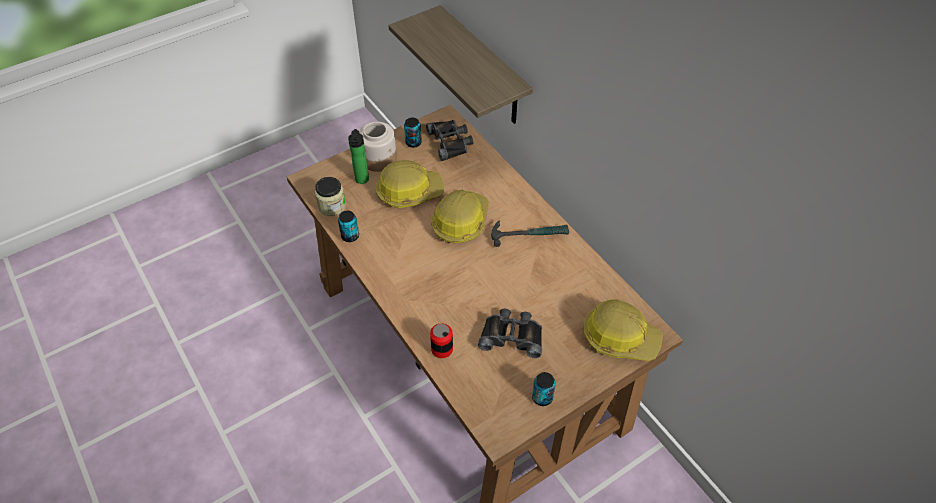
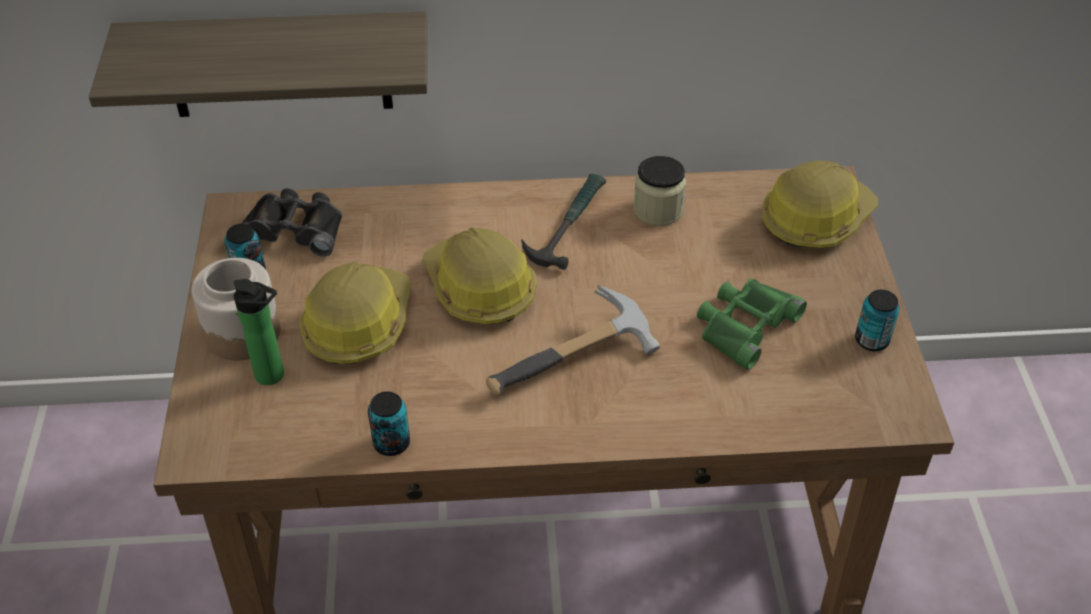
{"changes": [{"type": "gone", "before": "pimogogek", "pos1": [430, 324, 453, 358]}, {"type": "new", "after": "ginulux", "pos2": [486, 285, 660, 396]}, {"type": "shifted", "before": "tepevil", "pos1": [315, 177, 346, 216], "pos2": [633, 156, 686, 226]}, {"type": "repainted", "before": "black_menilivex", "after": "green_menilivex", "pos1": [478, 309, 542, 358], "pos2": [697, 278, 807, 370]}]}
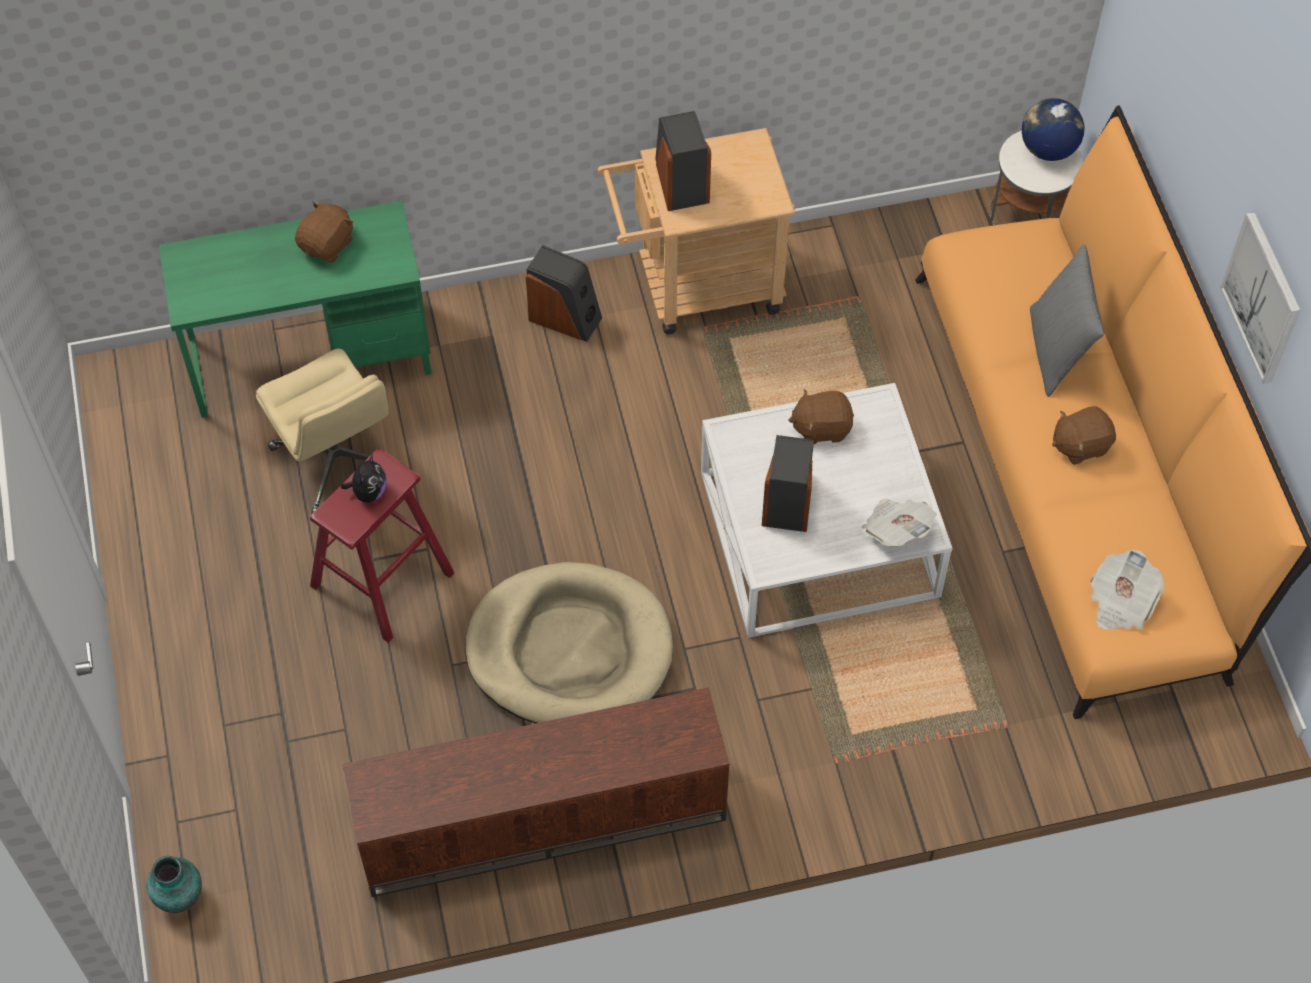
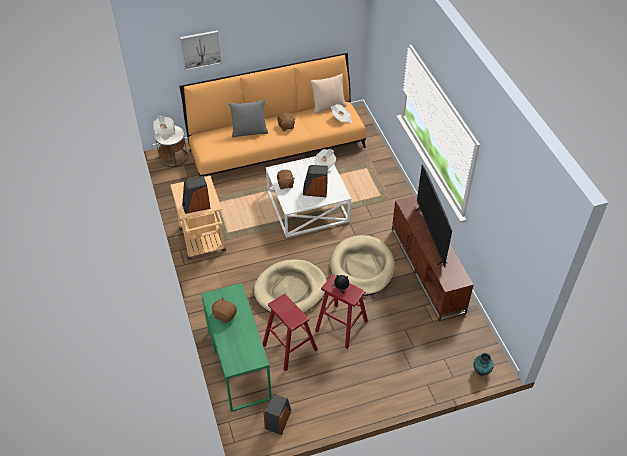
{"changes": [{"type": "new", "after": "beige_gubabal", "pos2": [254, 259, 327, 313]}, {"type": "new", "after": "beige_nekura", "pos2": [310, 74, 347, 114]}, {"type": "new", "after": "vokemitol", "pos2": [415, 164, 452, 267]}, {"type": "shifted", "before": "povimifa", "pos1": [526, 245, 602, 342], "pos2": [263, 394, 291, 435]}, {"type": "shifted", "before": "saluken", "pos1": [1220, 212, 1300, 383], "pos2": [180, 30, 222, 71]}, {"type": "swapped", "before": "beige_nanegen", "after": "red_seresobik", "pos1": [256, 348, 389, 514], "pos2": [263, 294, 318, 372]}, {"type": "swapped", "before": "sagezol", "after": "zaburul", "pos1": [1022, 98, 1084, 161], "pos2": [153, 116, 176, 140]}]}
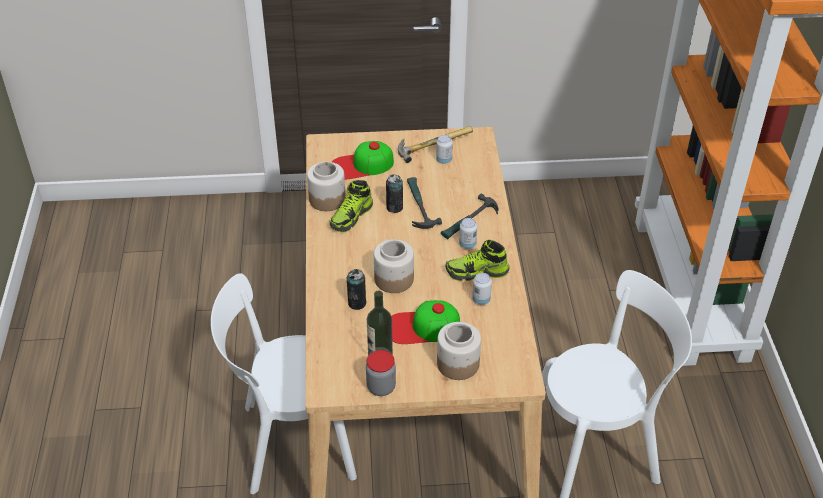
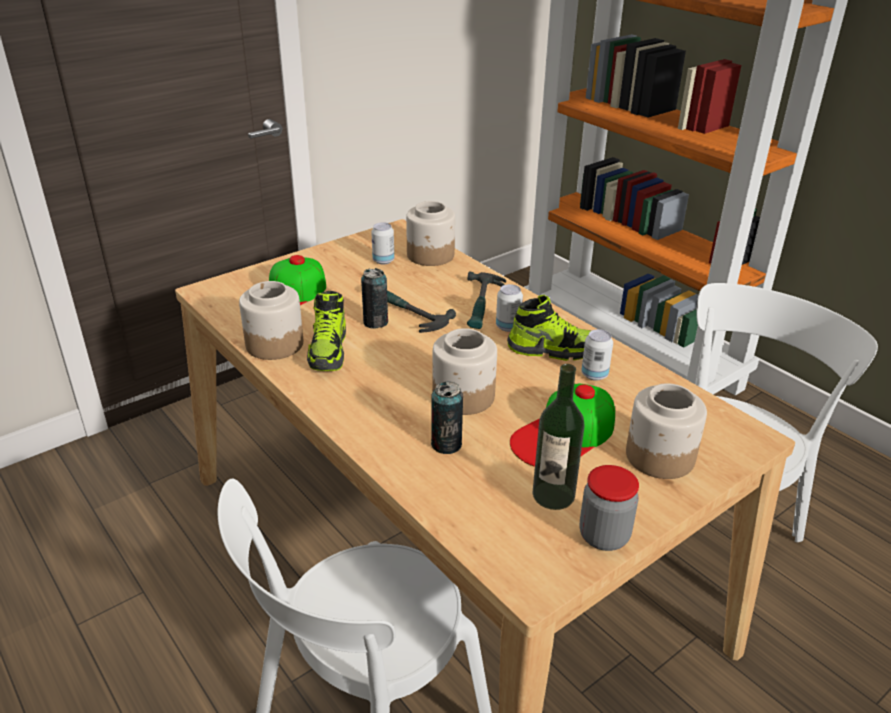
{"changes": [{"type": "gone", "before": "ginulux", "pos1": [398, 126, 473, 163]}, {"type": "new", "after": "tepevil", "pos2": [406, 201, 455, 266]}, {"type": "rotated", "before": "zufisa", "pos1": [445, 240, 509, 281], "pos2": [507, 295, 591, 361], "turn": -135}]}
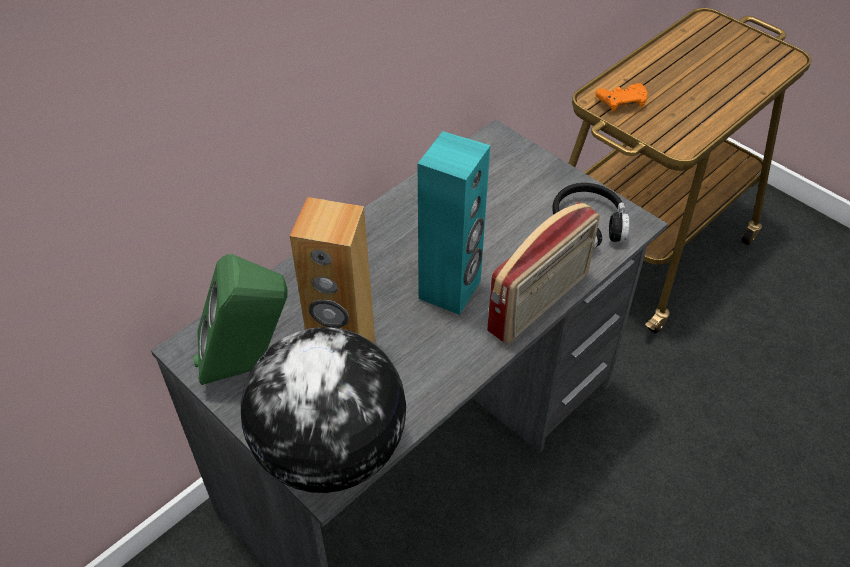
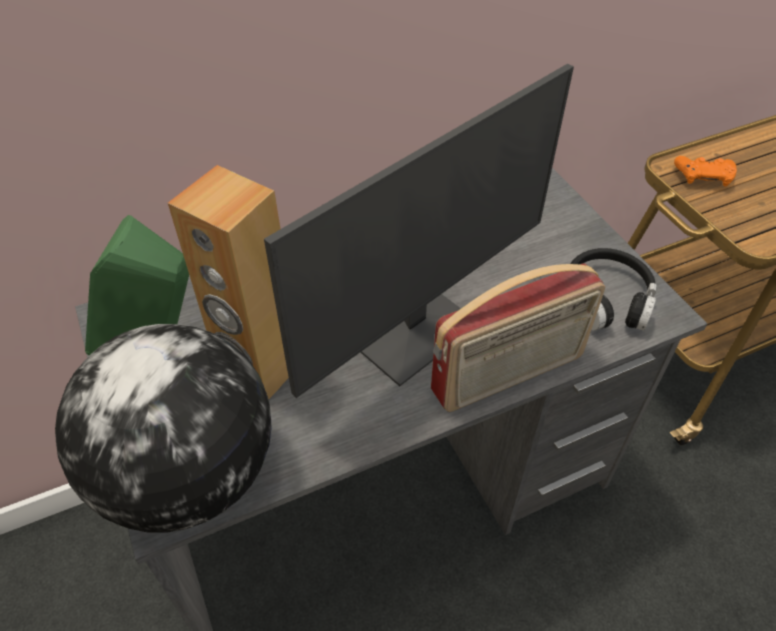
{"changes": [{"type": "swapped", "before": "turquoise_povimifa", "after": "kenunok", "pos1": [418, 131, 490, 315], "pos2": [264, 64, 574, 398]}]}
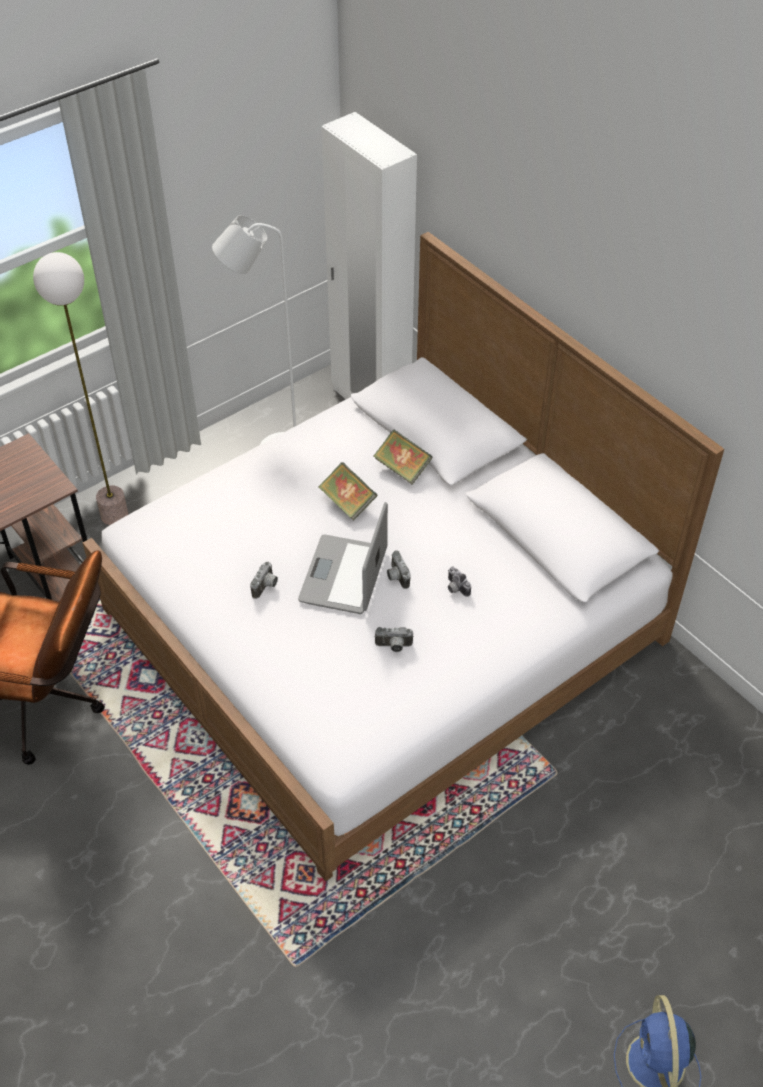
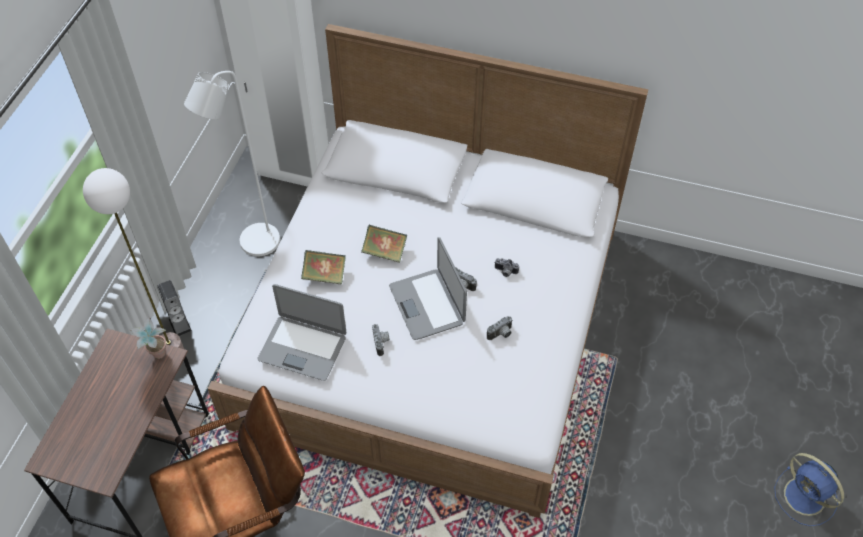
{"changes": [{"type": "new", "after": "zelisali", "pos2": [130, 316, 166, 359]}, {"type": "new", "after": "povimifa", "pos2": [157, 280, 192, 336]}, {"type": "new", "after": "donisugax", "pos2": [257, 284, 346, 381]}, {"type": "shifted", "before": "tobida", "pos1": [374, 430, 433, 485], "pos2": [301, 250, 346, 285]}]}
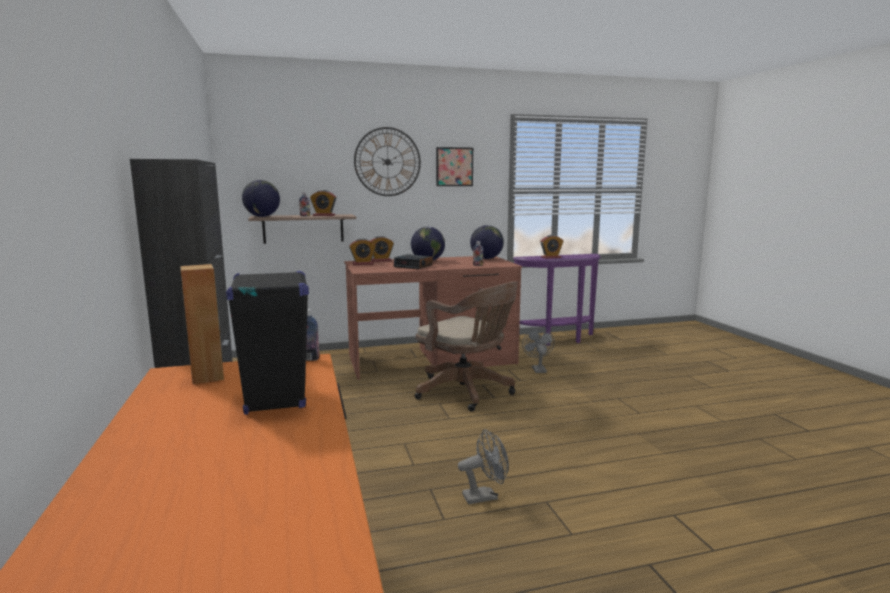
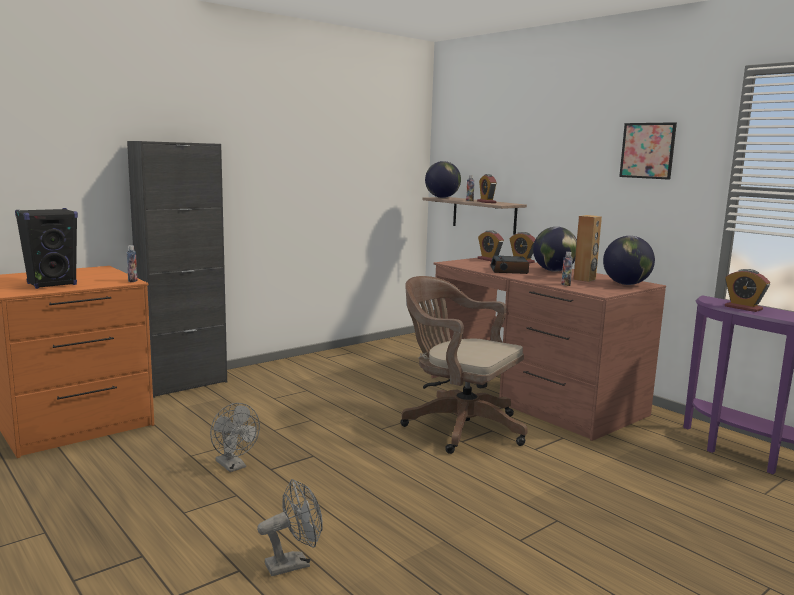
{"changes": [{"type": "gone", "before": "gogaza", "pos1": [354, 127, 421, 196]}, {"type": "shifted", "before": "brown_povimifa", "pos1": [180, 264, 224, 384], "pos2": [573, 215, 602, 282]}, {"type": "shifted", "before": "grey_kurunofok", "pos1": [522, 328, 555, 373], "pos2": [257, 479, 323, 576]}, {"type": "rotated", "before": "brown_nanegen", "pos1": [415, 281, 518, 412], "pos2": [400, 276, 528, 454], "turn": 105}]}
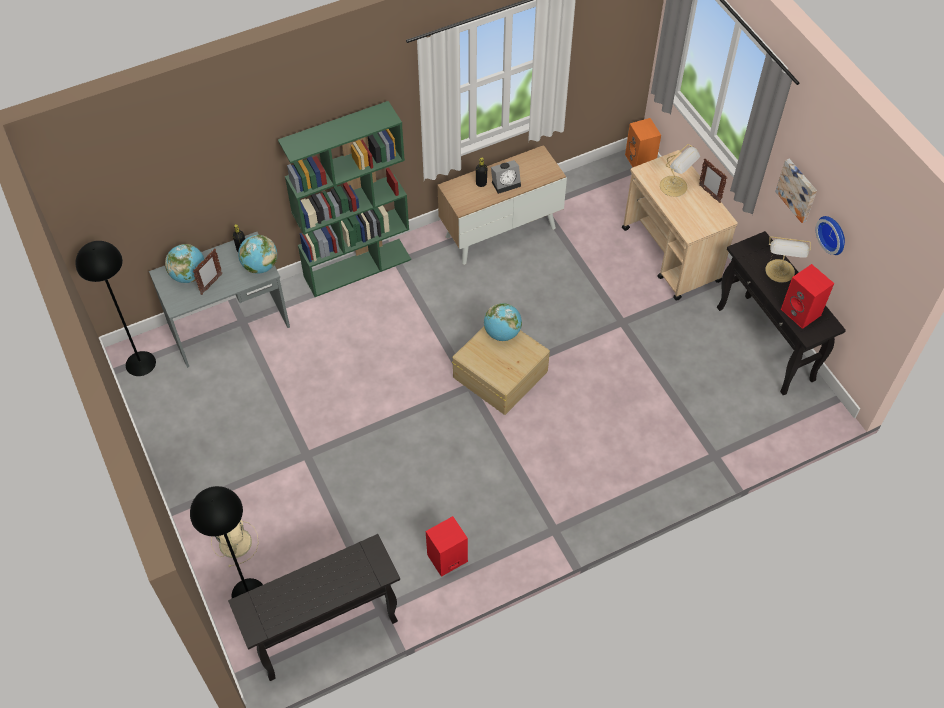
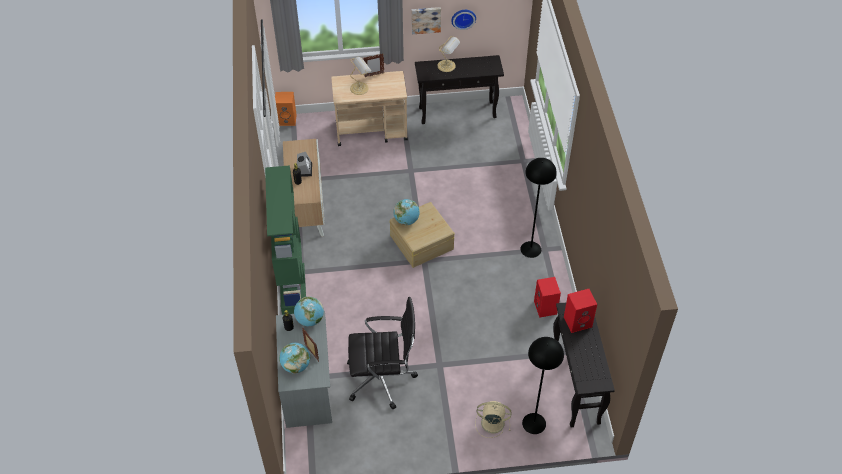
{"changes": [{"type": "new", "after": "black_nanegen", "pos2": [347, 297, 418, 410]}, {"type": "shifted", "before": "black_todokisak", "pos1": [75, 241, 156, 376], "pos2": [520, 158, 557, 258]}, {"type": "shifted", "before": "red_povimifa", "pos1": [781, 264, 834, 329], "pos2": [564, 289, 597, 333]}]}
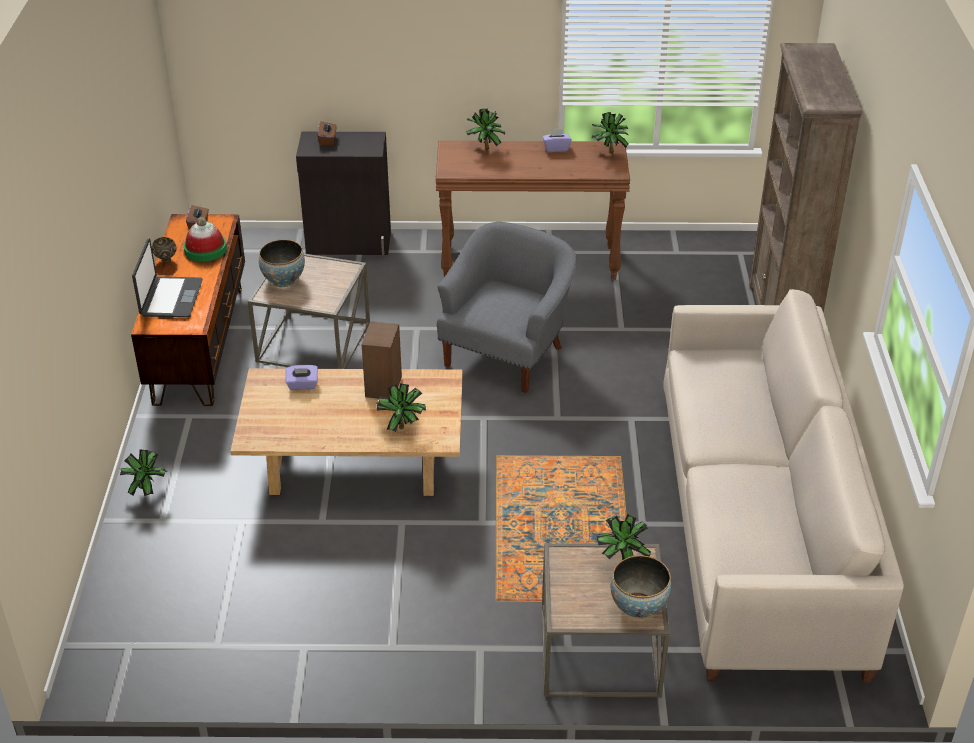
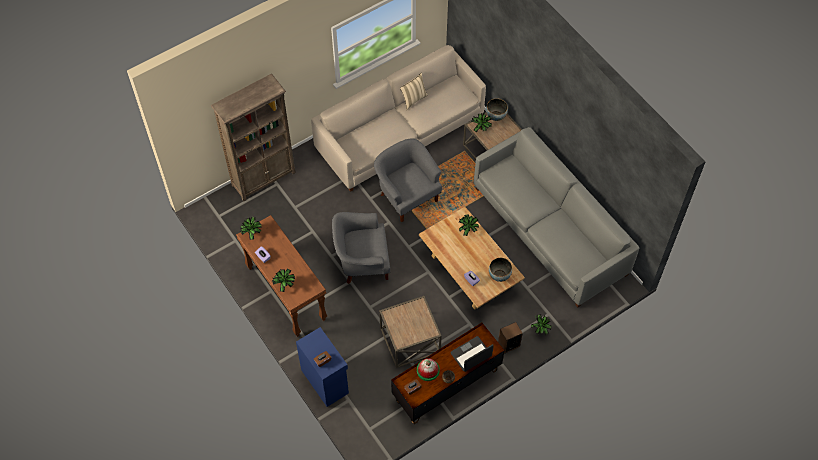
{"changes": [{"type": "new", "after": "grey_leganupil", "pos2": [374, 138, 442, 222]}, {"type": "new", "after": "beige_nekura", "pos2": [400, 73, 428, 110]}, {"type": "new", "after": "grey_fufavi", "pos2": [474, 127, 639, 308]}, {"type": "shifted", "before": "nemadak", "pos1": [259, 240, 305, 287], "pos2": [489, 258, 512, 282]}, {"type": "shifted", "before": "povimifa", "pos1": [362, 321, 402, 399], "pos2": [498, 322, 523, 354]}, {"type": "repainted", "before": "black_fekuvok", "after": "blue_fekuvok", "pos1": [296, 131, 391, 255], "pos2": [296, 327, 349, 407]}]}
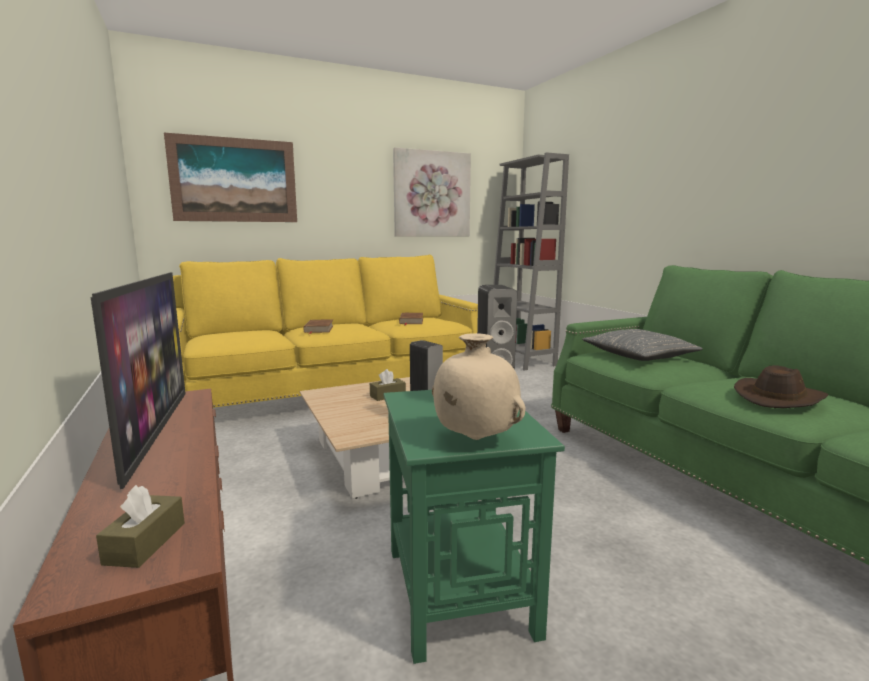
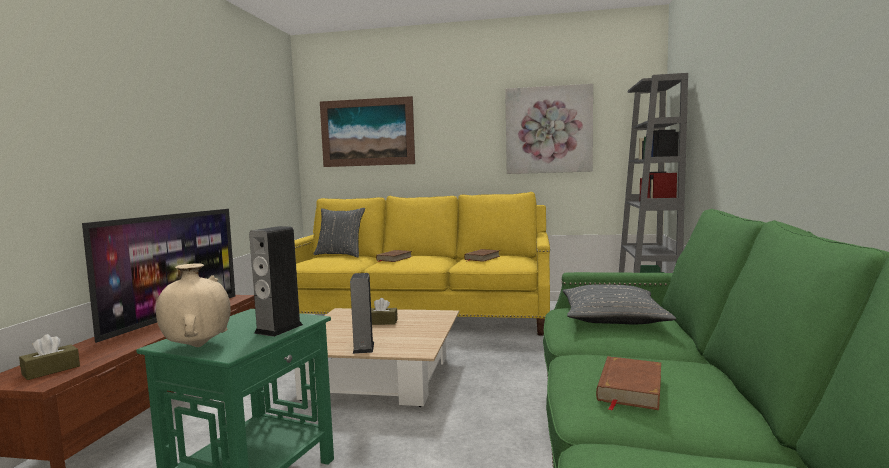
{"changes": [{"type": "new", "after": "grey_nekura", "pos2": [313, 208, 365, 257]}, {"type": "swapped", "before": "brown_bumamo", "after": "brown_tobida", "pos1": [734, 365, 829, 408], "pos2": [596, 356, 661, 411]}]}
